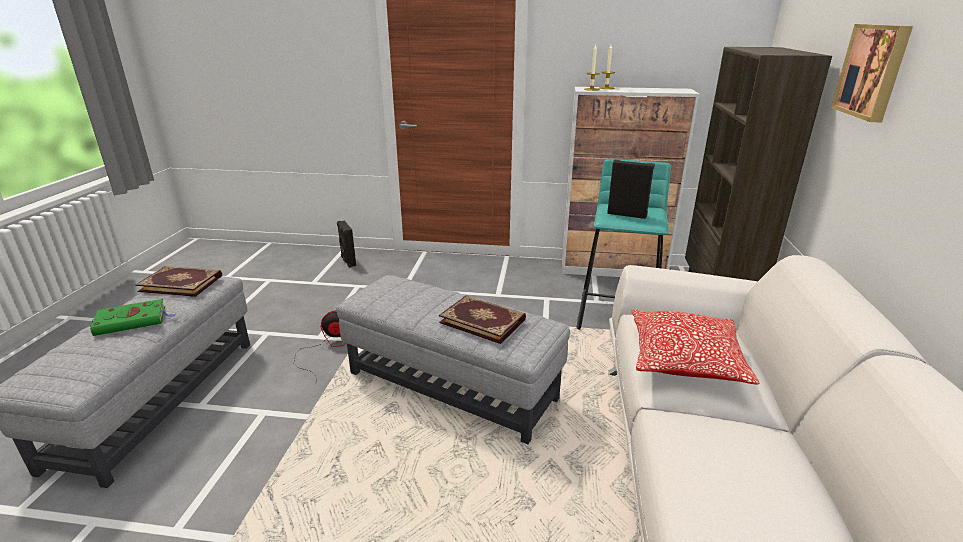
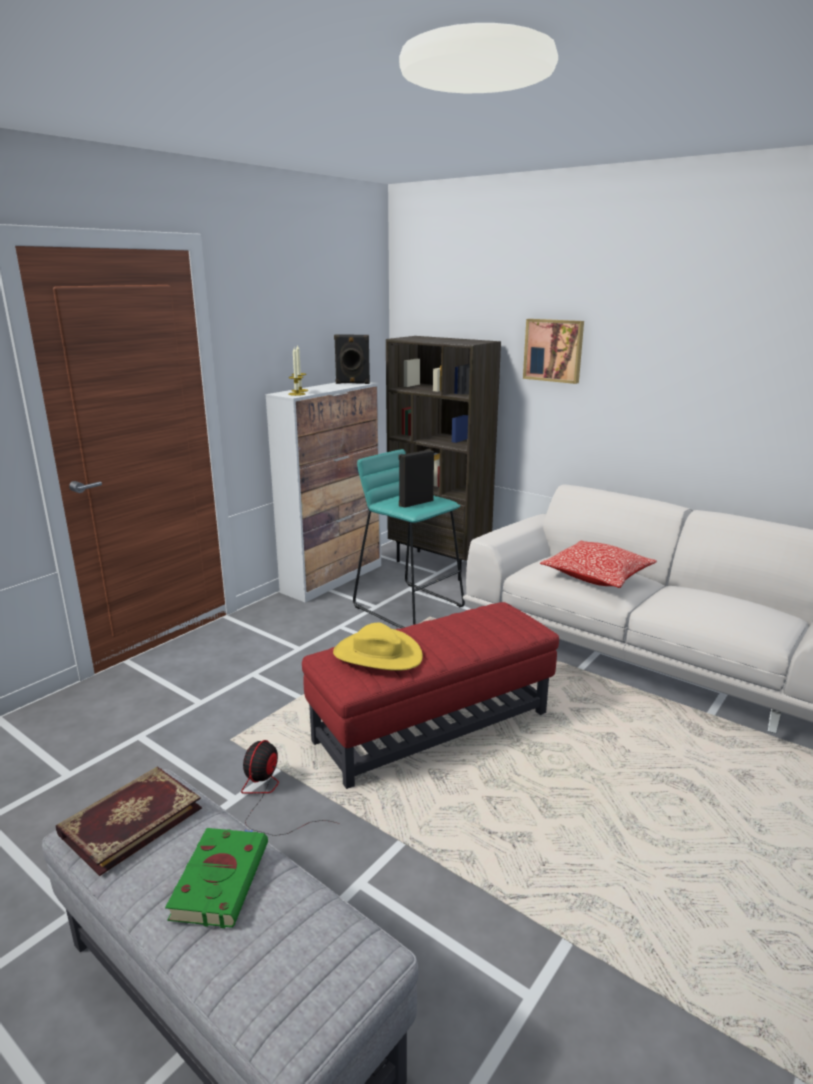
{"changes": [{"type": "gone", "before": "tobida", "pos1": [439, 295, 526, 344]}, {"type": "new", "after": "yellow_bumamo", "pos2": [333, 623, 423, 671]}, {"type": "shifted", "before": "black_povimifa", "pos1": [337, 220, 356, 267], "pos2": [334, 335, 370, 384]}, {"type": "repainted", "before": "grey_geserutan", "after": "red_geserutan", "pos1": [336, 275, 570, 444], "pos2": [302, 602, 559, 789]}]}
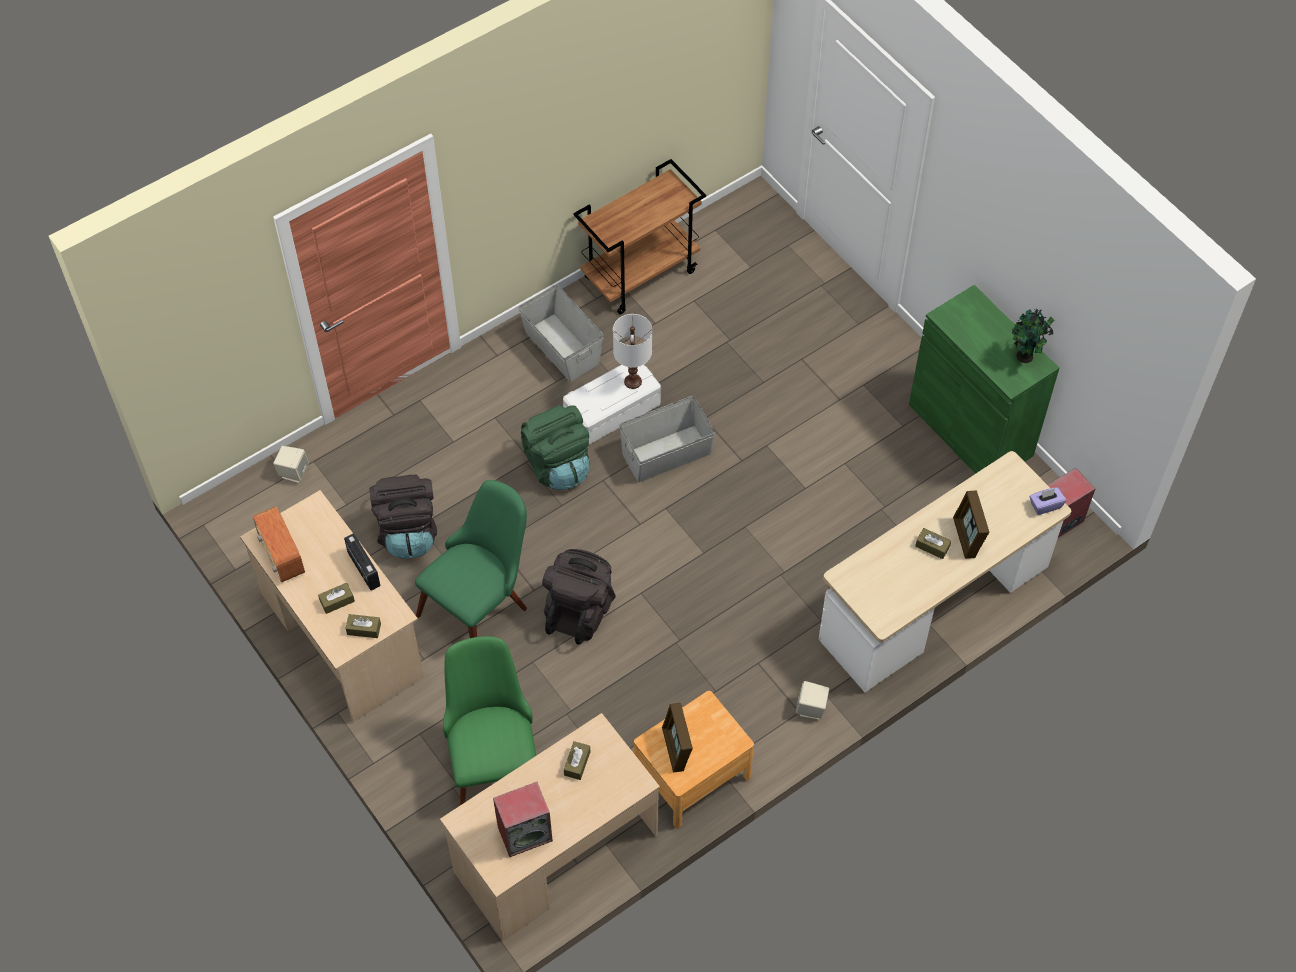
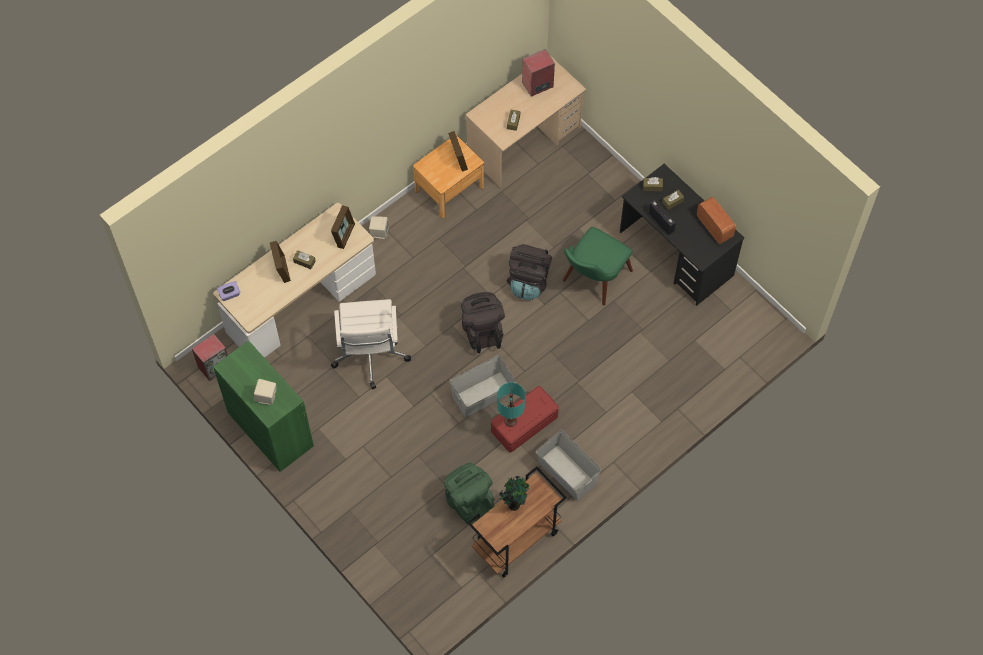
{"changes": [{"type": "gone", "before": "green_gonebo", "pos1": [443, 636, 536, 805]}, {"type": "new", "after": "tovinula", "pos2": [331, 205, 355, 249]}, {"type": "new", "after": "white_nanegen", "pos2": [331, 299, 411, 390]}, {"type": "shifted", "before": "beige_povimifa", "pos1": [273, 446, 309, 483], "pos2": [254, 379, 277, 405]}, {"type": "shifted", "before": "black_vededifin", "pos1": [369, 474, 437, 559], "pos2": [461, 292, 505, 353]}, {"type": "shifted", "before": "green_vededifin", "pos1": [521, 405, 589, 490], "pos2": [444, 463, 495, 524]}, {"type": "shifted", "before": "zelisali", "pos1": [1012, 309, 1054, 363], "pos2": [499, 476, 530, 511]}, {"type": "repainted", "before": "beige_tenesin", "after": "black_tenesin", "pos1": [240, 490, 424, 722], "pos2": [620, 164, 744, 306]}, {"type": "repainted", "before": "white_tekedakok", "after": "red_tekedakok", "pos1": [563, 365, 661, 445], "pos2": [491, 386, 559, 453]}, {"type": "repainted", "before": "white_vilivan", "after": "turquoise_vilivan", "pos1": [613, 314, 652, 389], "pos2": [497, 382, 525, 427]}]}
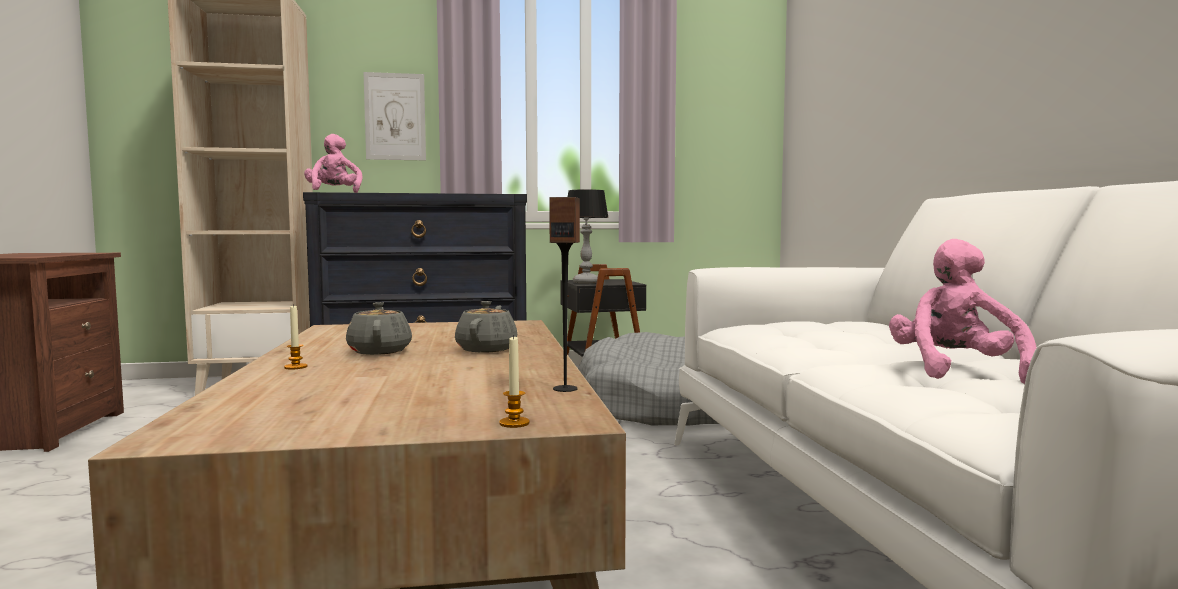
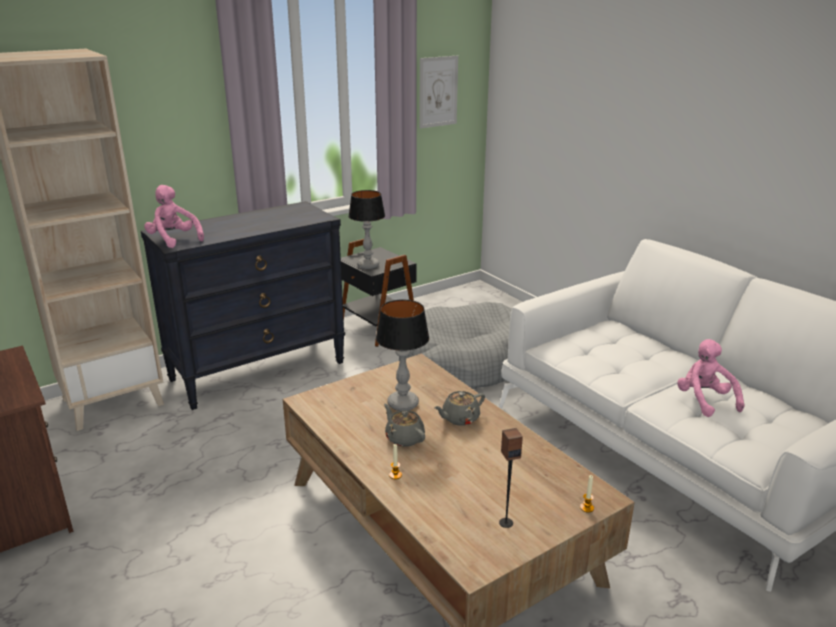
{"changes": [{"type": "new", "after": "vilivan", "pos2": [376, 300, 429, 411]}, {"type": "shifted", "before": "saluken", "pos1": [363, 72, 426, 160], "pos2": [419, 56, 458, 128]}, {"type": "shifted", "before": "povimifa", "pos1": [549, 197, 580, 392], "pos2": [499, 428, 523, 528]}, {"type": "rotated", "before": "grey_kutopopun", "pos1": [455, 301, 517, 353], "pos2": [434, 391, 485, 426], "turn": -105}]}
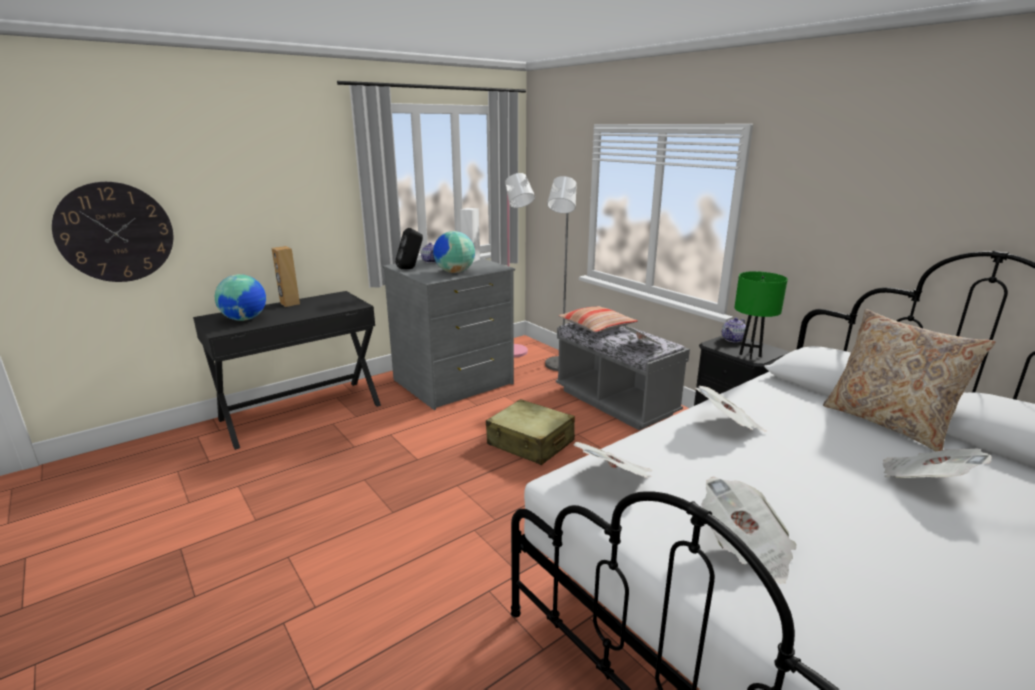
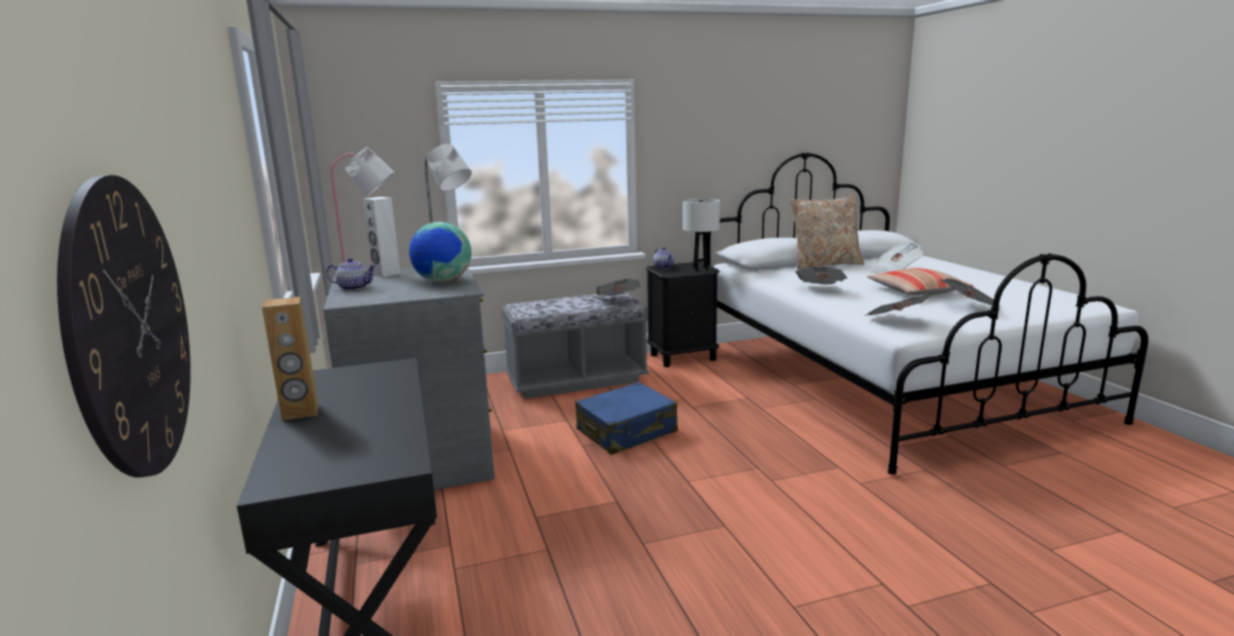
{"changes": [{"type": "gone", "before": "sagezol", "pos1": [215, 274, 266, 321]}, {"type": "gone", "before": "black_povimifa", "pos1": [395, 228, 423, 269]}, {"type": "shifted", "before": "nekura", "pos1": [558, 306, 638, 333], "pos2": [867, 268, 973, 295]}, {"type": "repainted", "before": "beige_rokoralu", "after": "blue_rokoralu", "pos1": [486, 399, 575, 465], "pos2": [575, 382, 678, 455]}, {"type": "repainted", "before": "green_vilivan", "after": "white_vilivan", "pos1": [734, 271, 788, 359], "pos2": [683, 198, 720, 271]}]}
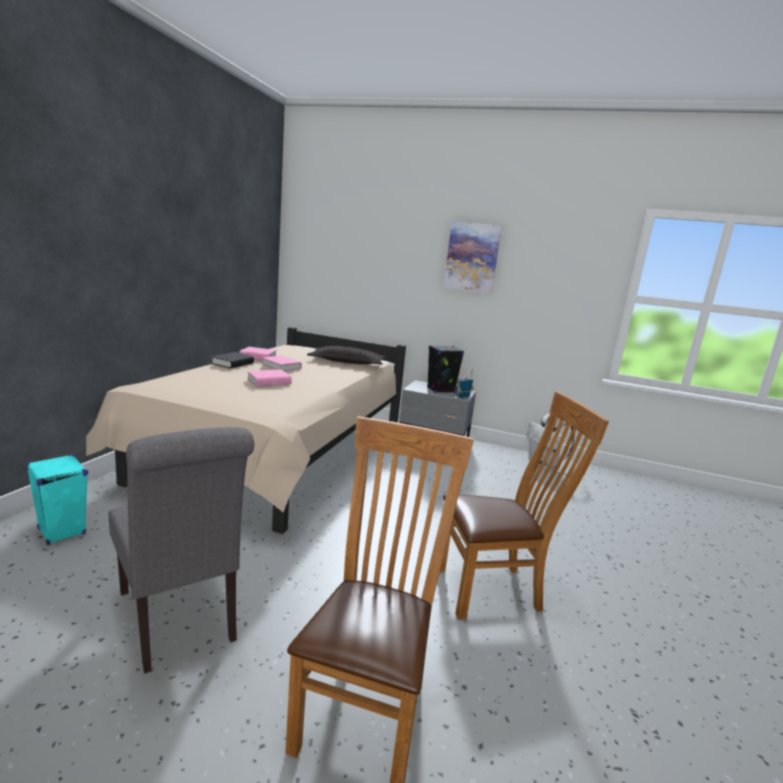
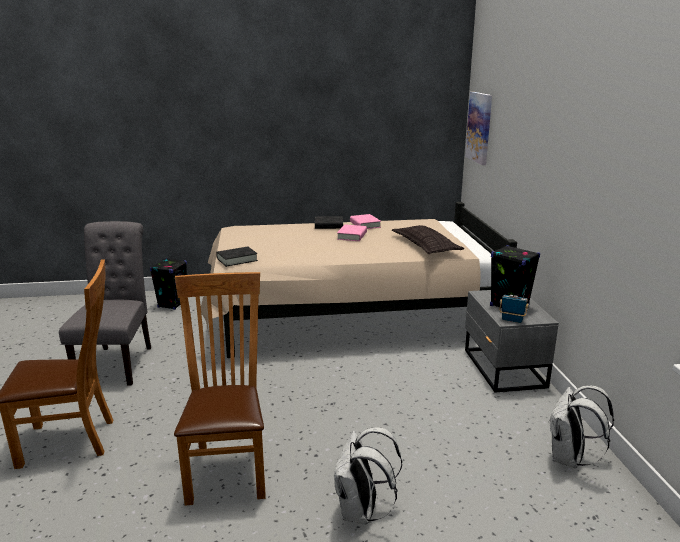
{"changes": [{"type": "gone", "before": "pink_tobida", "pos1": [247, 370, 292, 387]}, {"type": "new", "after": "black_tobida", "pos2": [216, 246, 258, 267]}, {"type": "new", "after": "white_vededifin", "pos2": [334, 427, 402, 524]}, {"type": "shifted", "before": "saluken", "pos1": [443, 222, 502, 294], "pos2": [465, 92, 492, 165]}, {"type": "repainted", "before": "turquoise_povimifa", "after": "black_povimifa", "pos1": [26, 454, 88, 545], "pos2": [150, 258, 187, 310]}, {"type": "rotated", "before": "grey_gonebo", "pos1": [108, 427, 254, 674], "pos2": [59, 221, 151, 386], "turn": 150}, {"type": "rotated", "before": "brown_gonebo", "pos1": [440, 392, 609, 620], "pos2": [174, 272, 265, 506], "turn": -150}]}
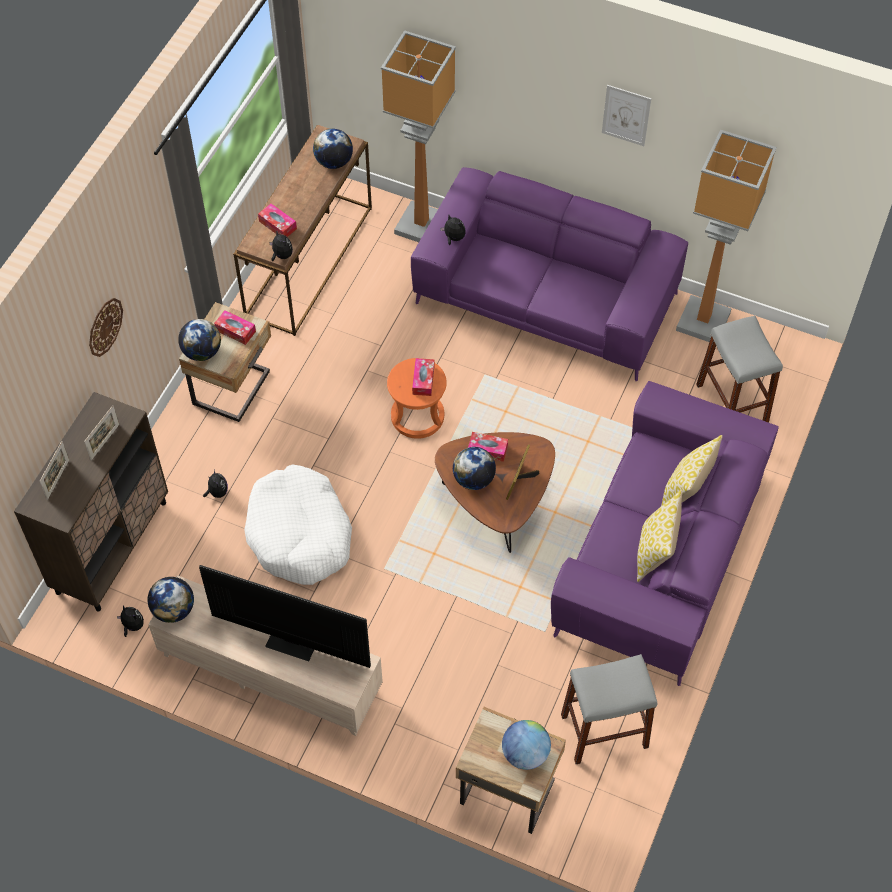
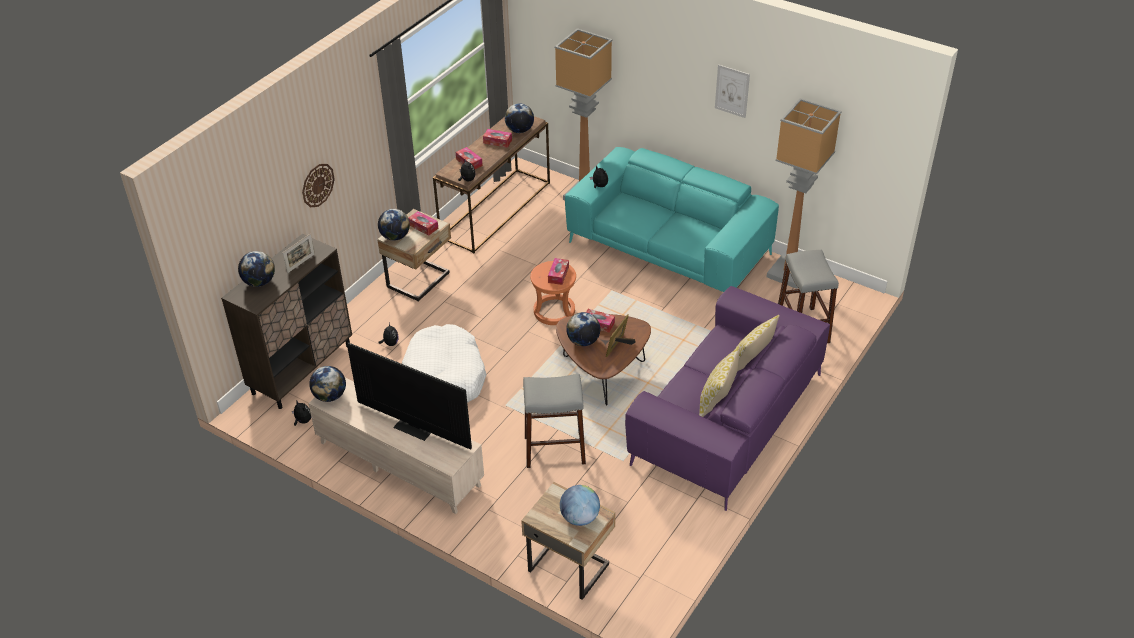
{"changes": [{"type": "new", "after": "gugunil", "pos2": [483, 129, 512, 148]}, {"type": "shifted", "before": "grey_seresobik", "pos1": [561, 654, 657, 764], "pos2": [523, 374, 586, 468]}, {"type": "swapped", "before": "tovinula", "after": "sagezol", "pos1": [40, 441, 69, 500], "pos2": [238, 251, 275, 287]}, {"type": "repainted", "before": "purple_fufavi", "after": "turquoise_fufavi", "pos1": [411, 167, 688, 381], "pos2": [565, 147, 779, 292]}]}
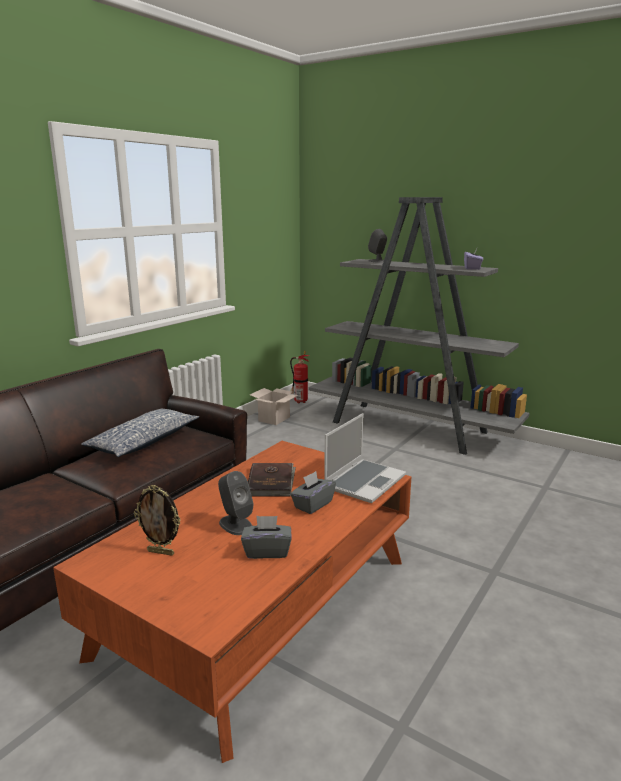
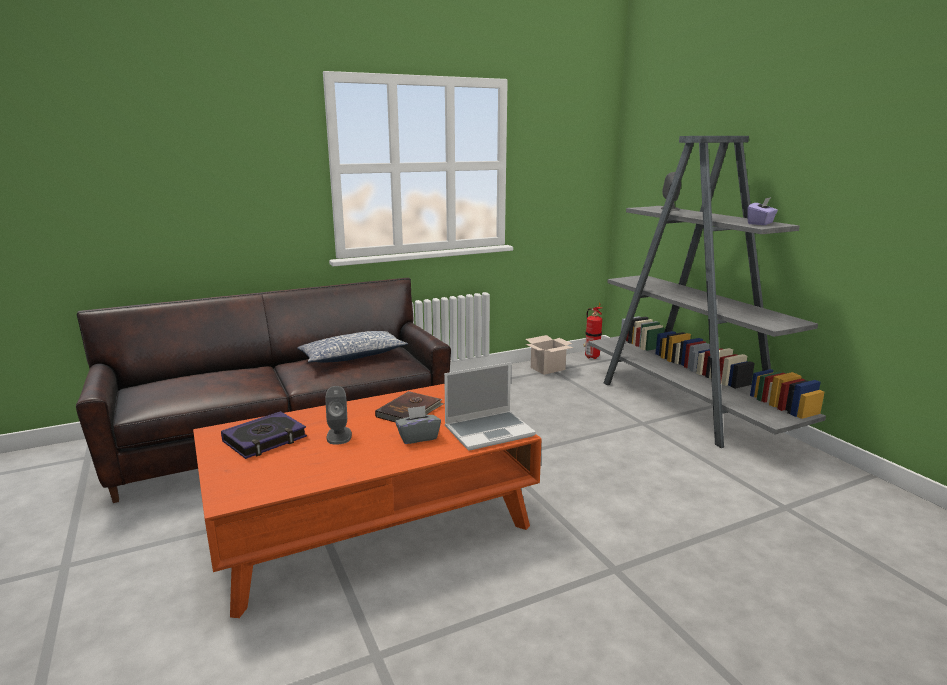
{"changes": [{"type": "gone", "before": "grey_gugunil", "pos1": [241, 516, 292, 559]}, {"type": "swapped", "before": "tovinula", "after": "tobida", "pos1": [134, 485, 181, 556], "pos2": [221, 411, 307, 459]}]}
